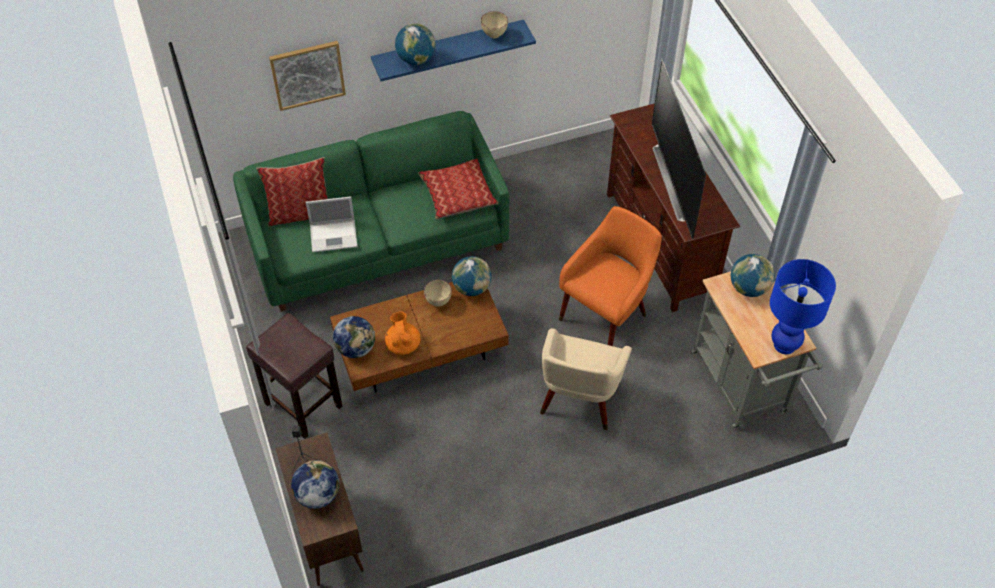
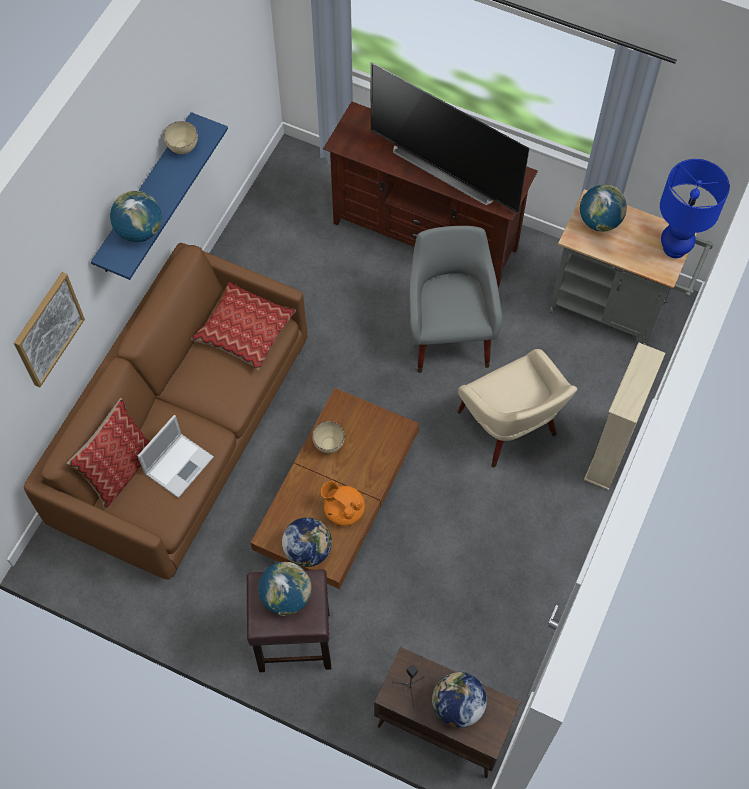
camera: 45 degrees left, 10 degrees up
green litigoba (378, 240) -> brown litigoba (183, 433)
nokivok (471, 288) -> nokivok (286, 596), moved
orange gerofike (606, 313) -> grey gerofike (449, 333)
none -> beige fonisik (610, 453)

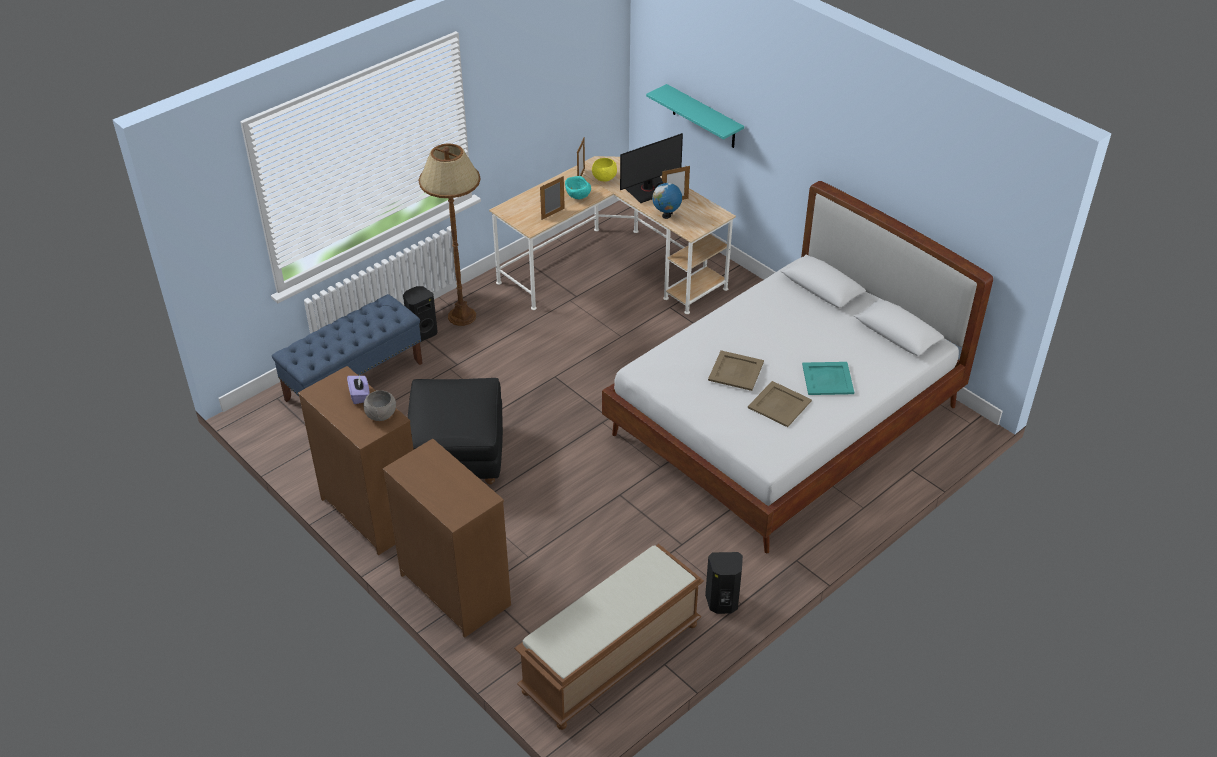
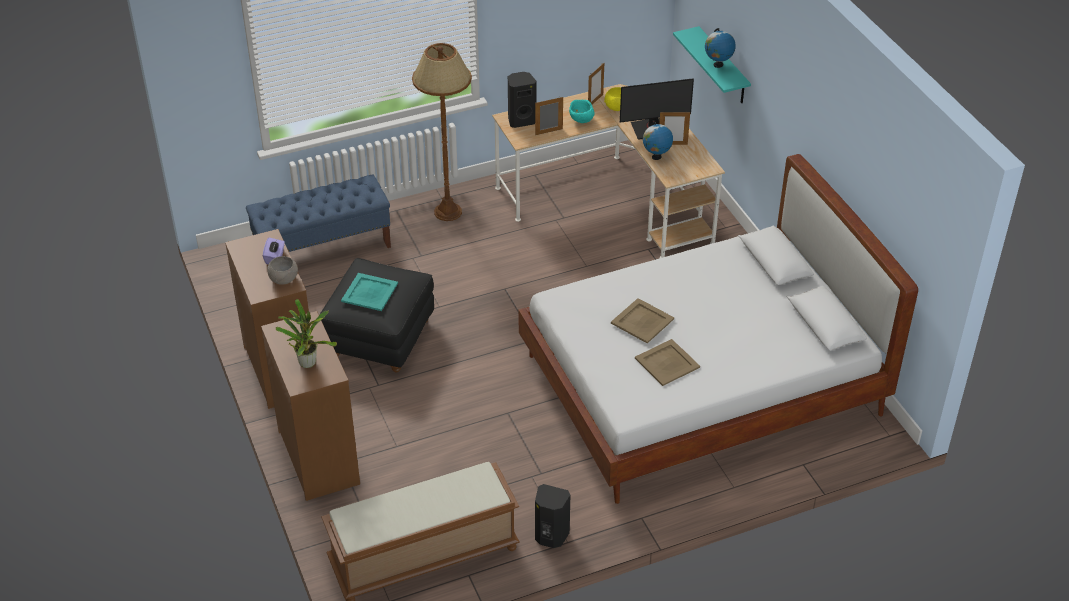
camera: 20 degrees right, 0 degrees up
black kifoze (421, 333) -> black kifoze (521, 120), moved
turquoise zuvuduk (828, 378) -> turquoise zuvuduk (370, 292), moved
none -> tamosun (307, 361)
none -> nokivok (718, 65)

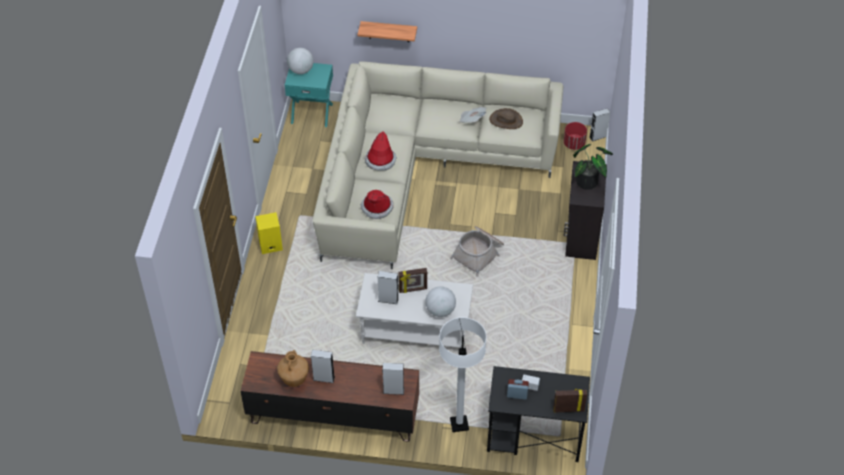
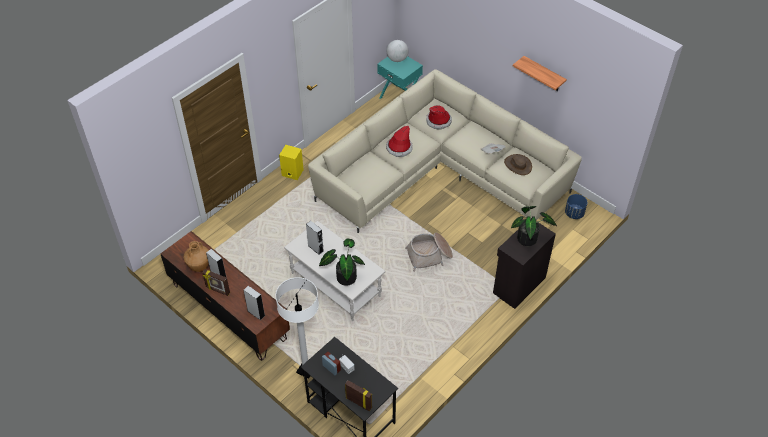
camera: 35 degrees right, 0 degrees up
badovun (389, 31) -> badovun (543, 74), moved
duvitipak (377, 207) -> duvitipak (438, 121), moved
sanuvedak (413, 289) -> sanuvedak (217, 290), moved
nokivok (440, 311) -> tamosun (344, 276)
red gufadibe (574, 144) -> blue gufadibe (574, 213)
grey kifoze (598, 137) -> none

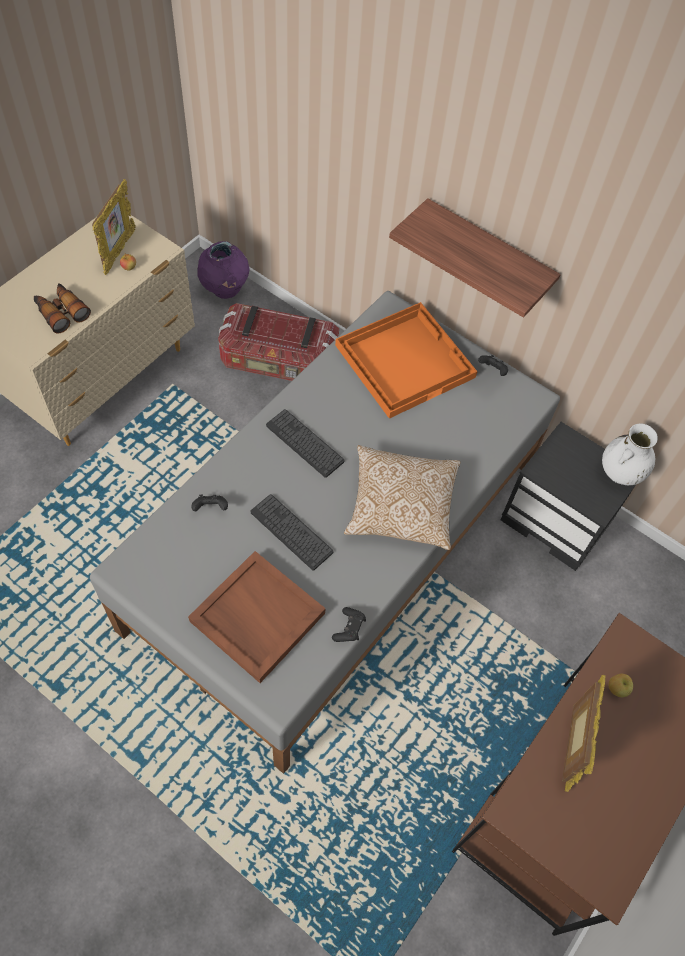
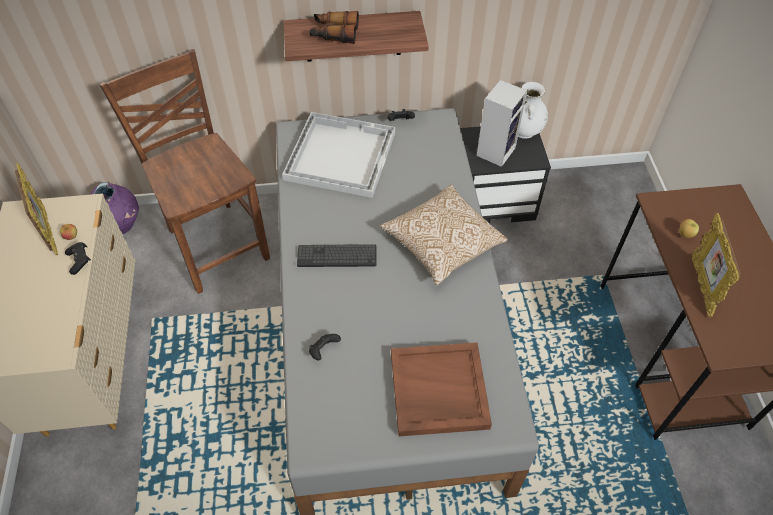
camera: 40 degrees left, 5 degrees down
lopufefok (61, 312) -> lopufefok (334, 33), moved
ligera (279, 362) -> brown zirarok (216, 243)
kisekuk (291, 532) -> none
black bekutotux (349, 628) -> black bekutotux (80, 261), moved
orange zuvuduk (405, 360) -> white zuvuduk (340, 155)
sanuvedak (570, 745) -> sanuvedak (701, 286), 150 degrees counterclockwise
none -> kifoze (496, 150)

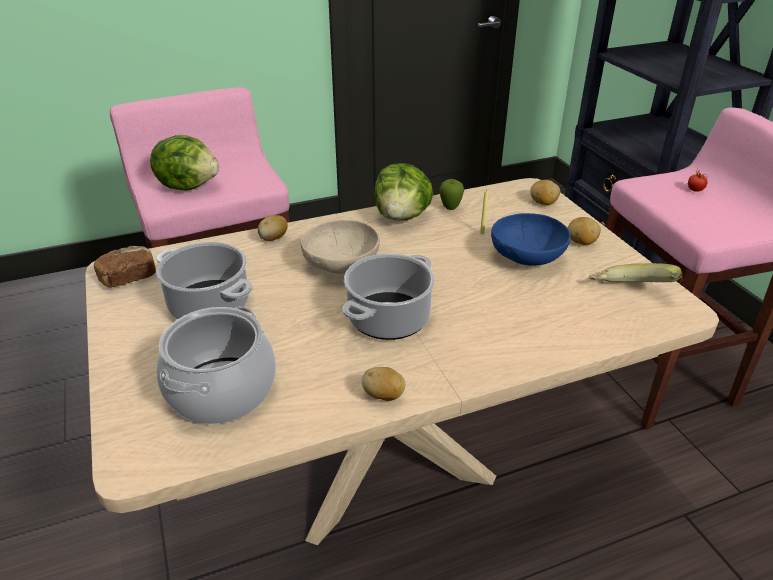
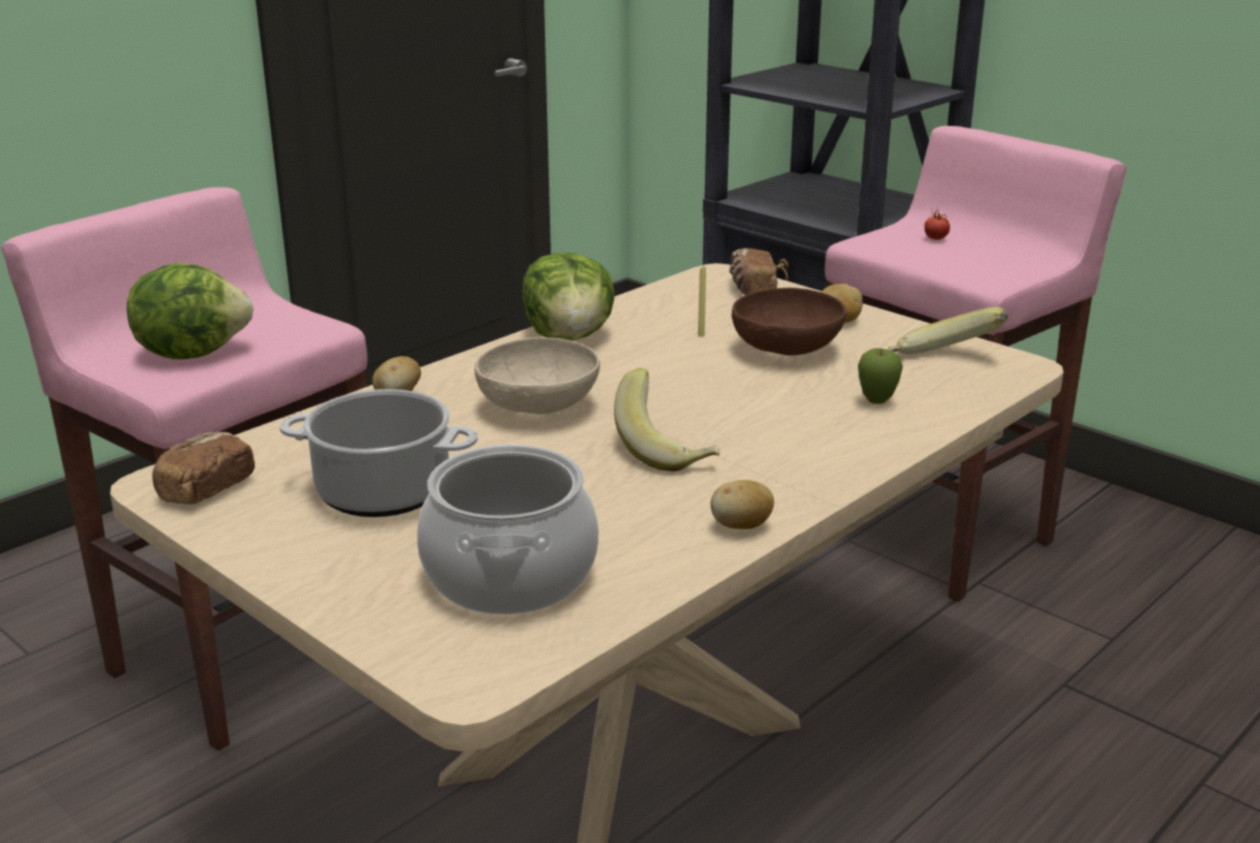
camera: 25 degrees left, 10 degrees down
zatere (388, 319) -> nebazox (667, 450)
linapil (450, 208) -> linapil (877, 402), moved
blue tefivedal (527, 259) -> brown tefivedal (787, 351)
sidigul (543, 203) -> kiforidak (751, 288)

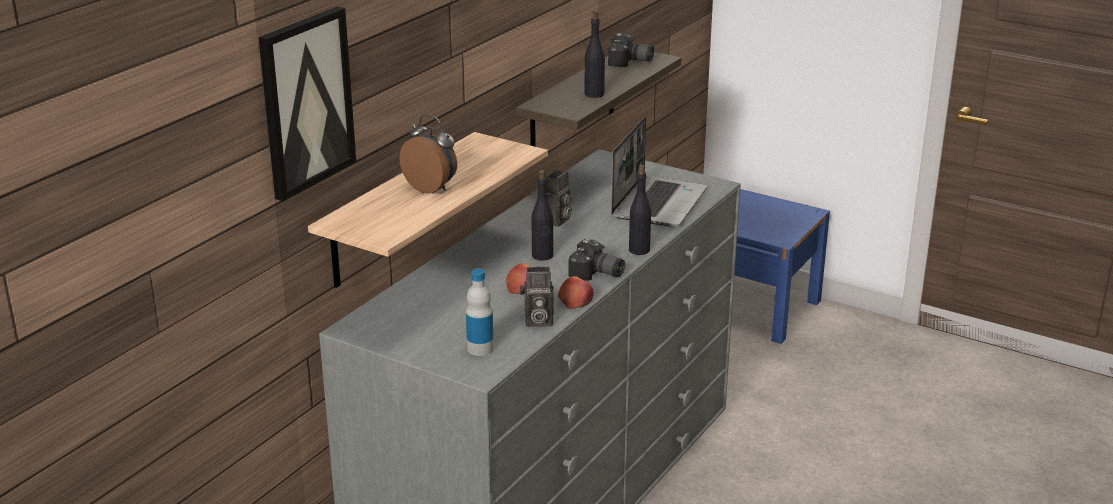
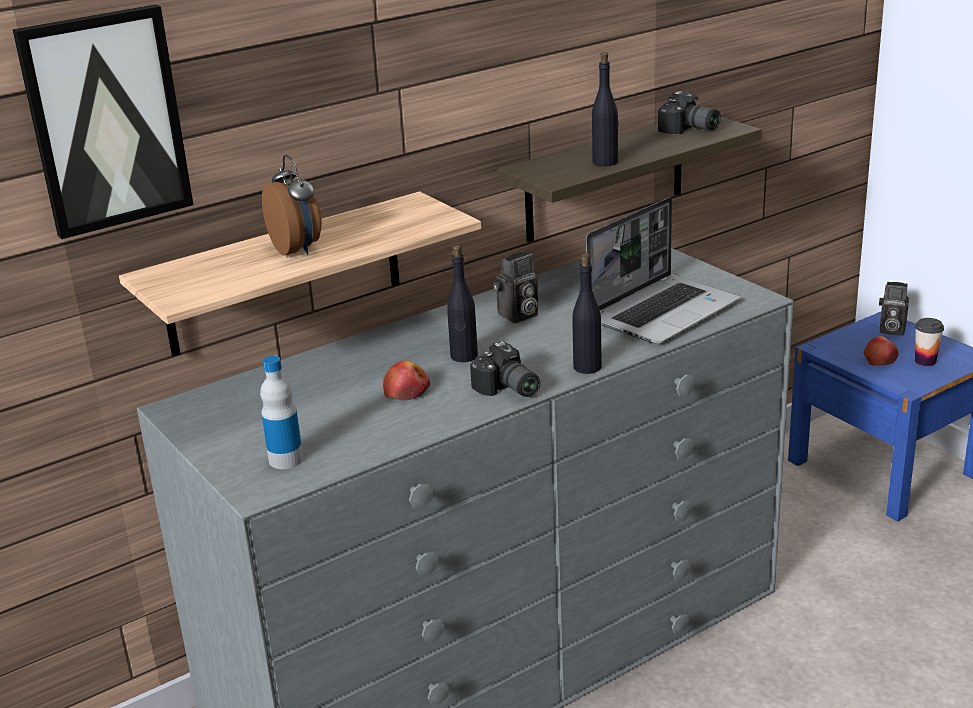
camera: 25 degrees right, 0 degrees up
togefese (537, 321) -> togefese (890, 330), moved
linapil (575, 300) -> linapil (880, 359), moved
none -> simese (925, 361)

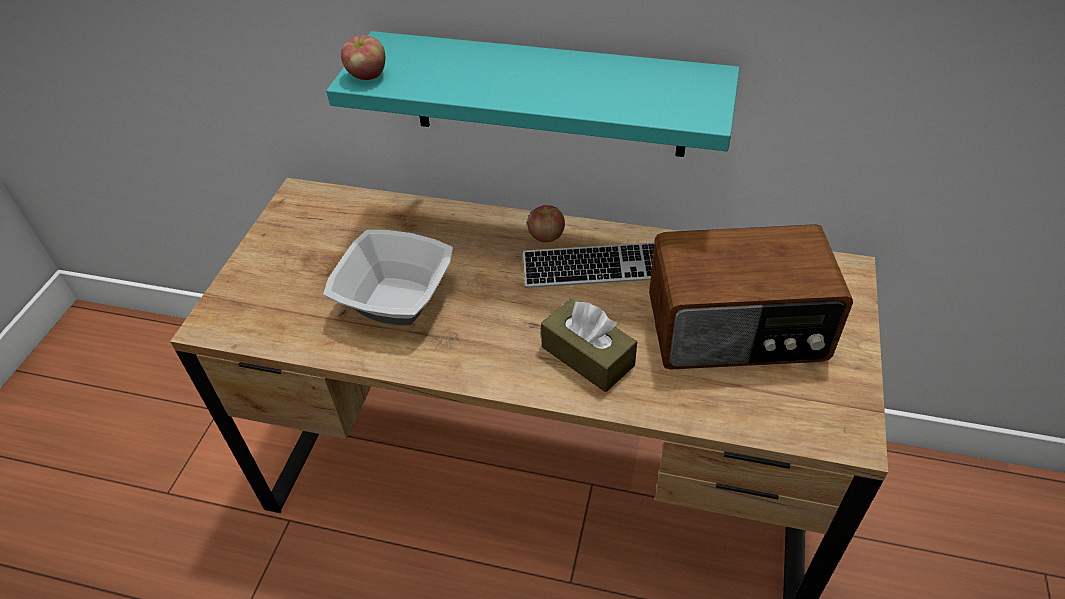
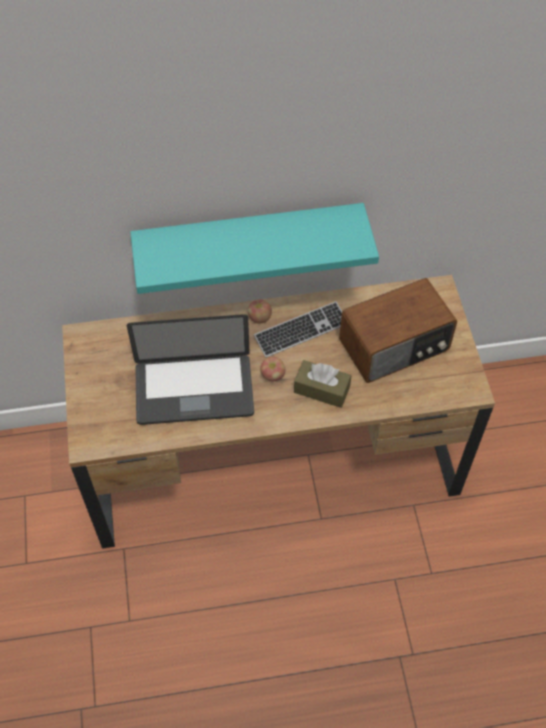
camera: 25 degrees left, 10 degrees up
tefivedal (398, 300) -> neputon (194, 390)
linapil (367, 75) -> linapil (273, 375), moved

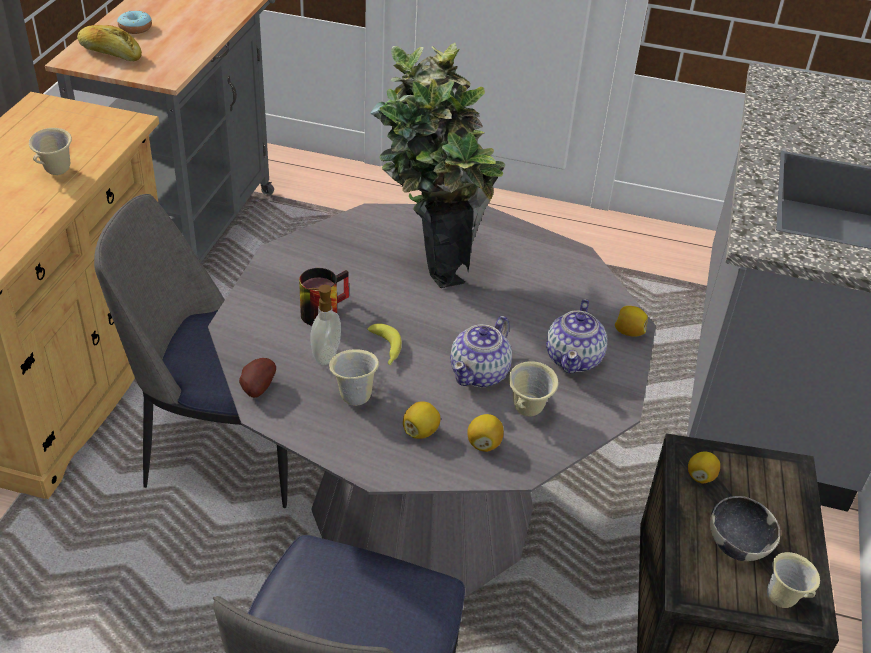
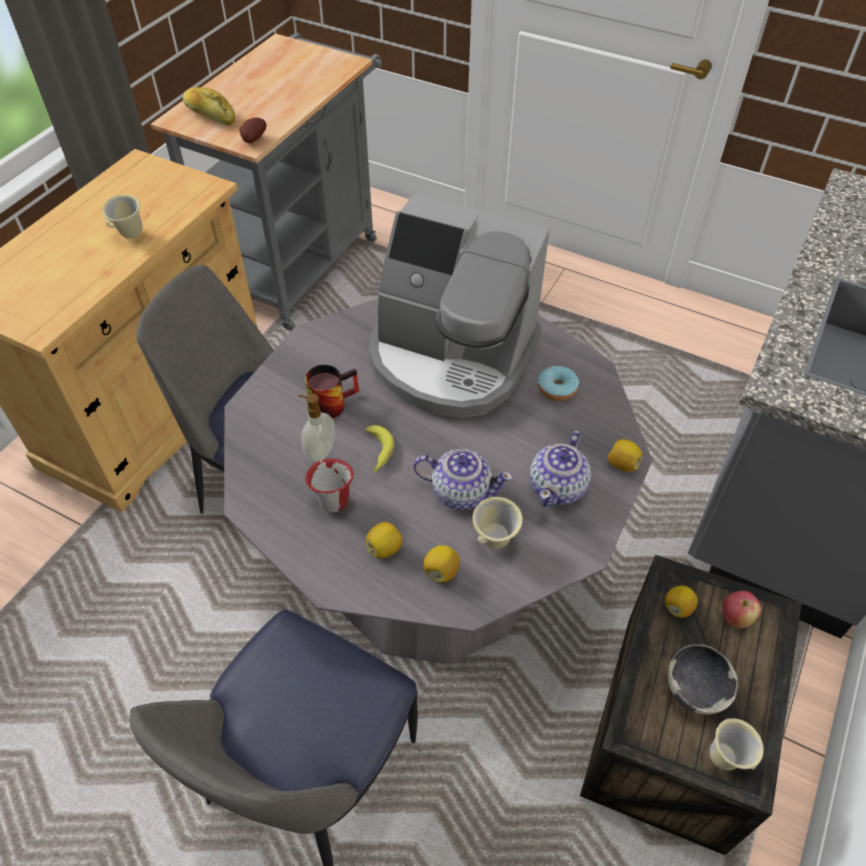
camera: 15 degrees right, 10 degrees up
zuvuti (135, 28) -> zuvuti (557, 389), moved
sidigul (256, 388) -> sidigul (253, 140), moved
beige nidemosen (353, 396) -> red nidemosen (333, 501)
tamosun (432, 259) -> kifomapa (451, 358)
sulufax (480, 373) -> sulufax (460, 491), 120 degrees counterclockwise
none -> linapil (735, 618)

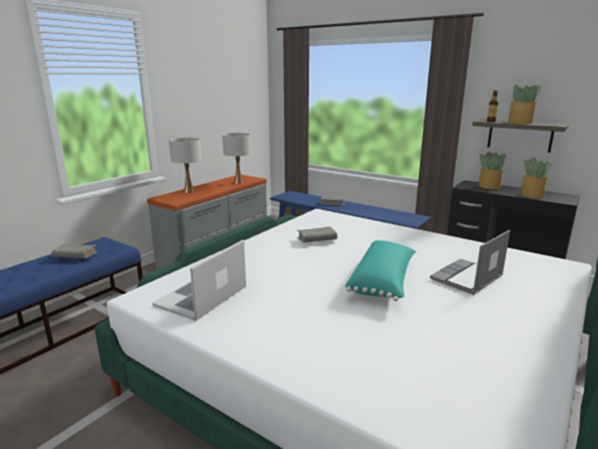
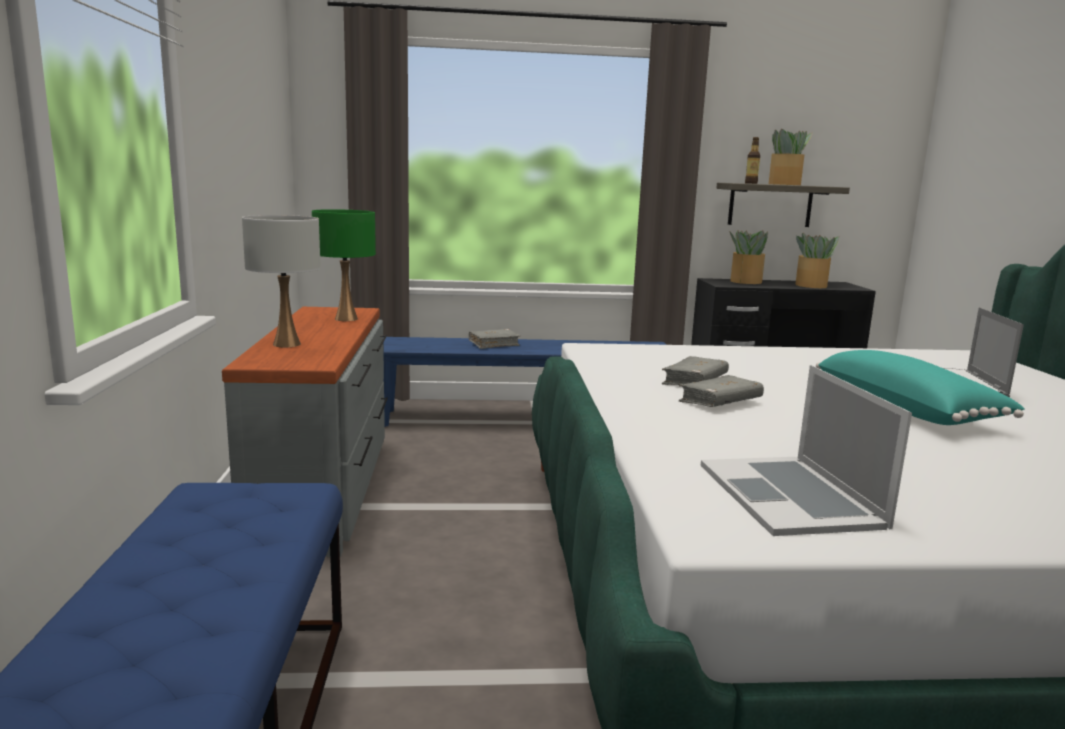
camera: 40 degrees left, 5 degrees down
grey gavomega (75, 256) -> grey gavomega (720, 402), moved
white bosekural (238, 182) -> green bosekural (346, 319)

